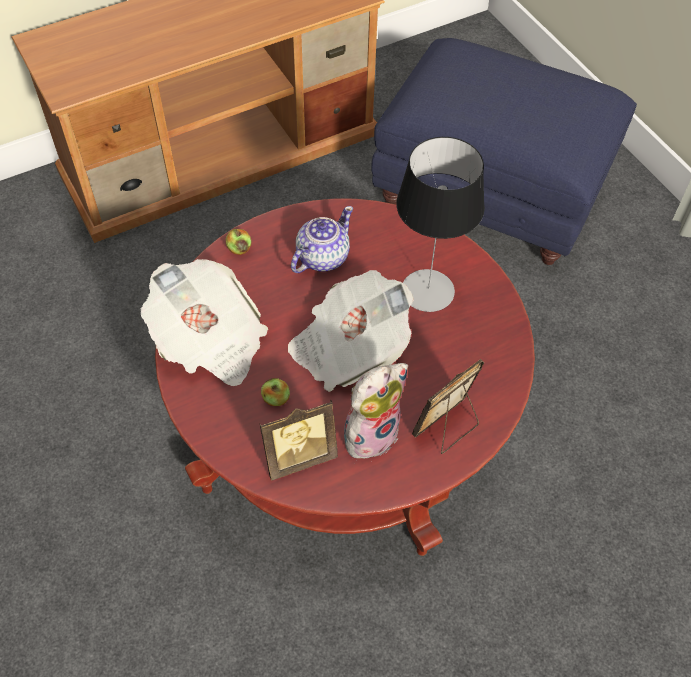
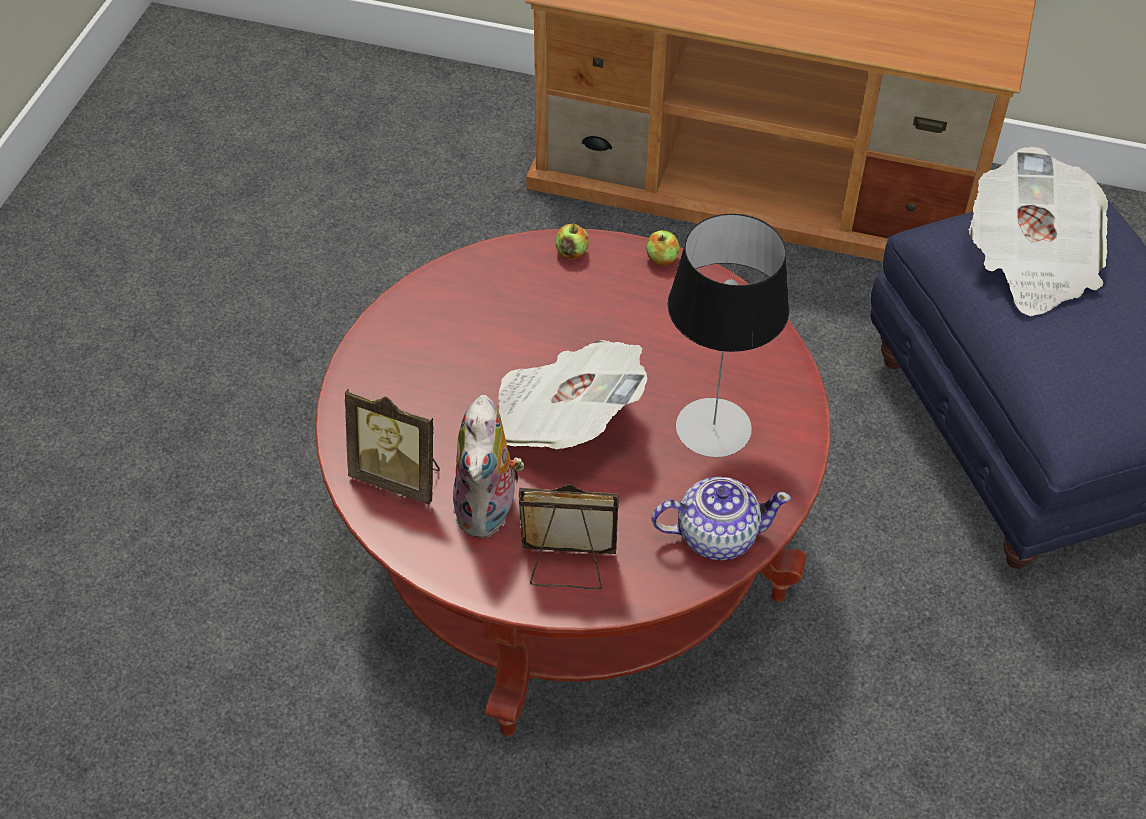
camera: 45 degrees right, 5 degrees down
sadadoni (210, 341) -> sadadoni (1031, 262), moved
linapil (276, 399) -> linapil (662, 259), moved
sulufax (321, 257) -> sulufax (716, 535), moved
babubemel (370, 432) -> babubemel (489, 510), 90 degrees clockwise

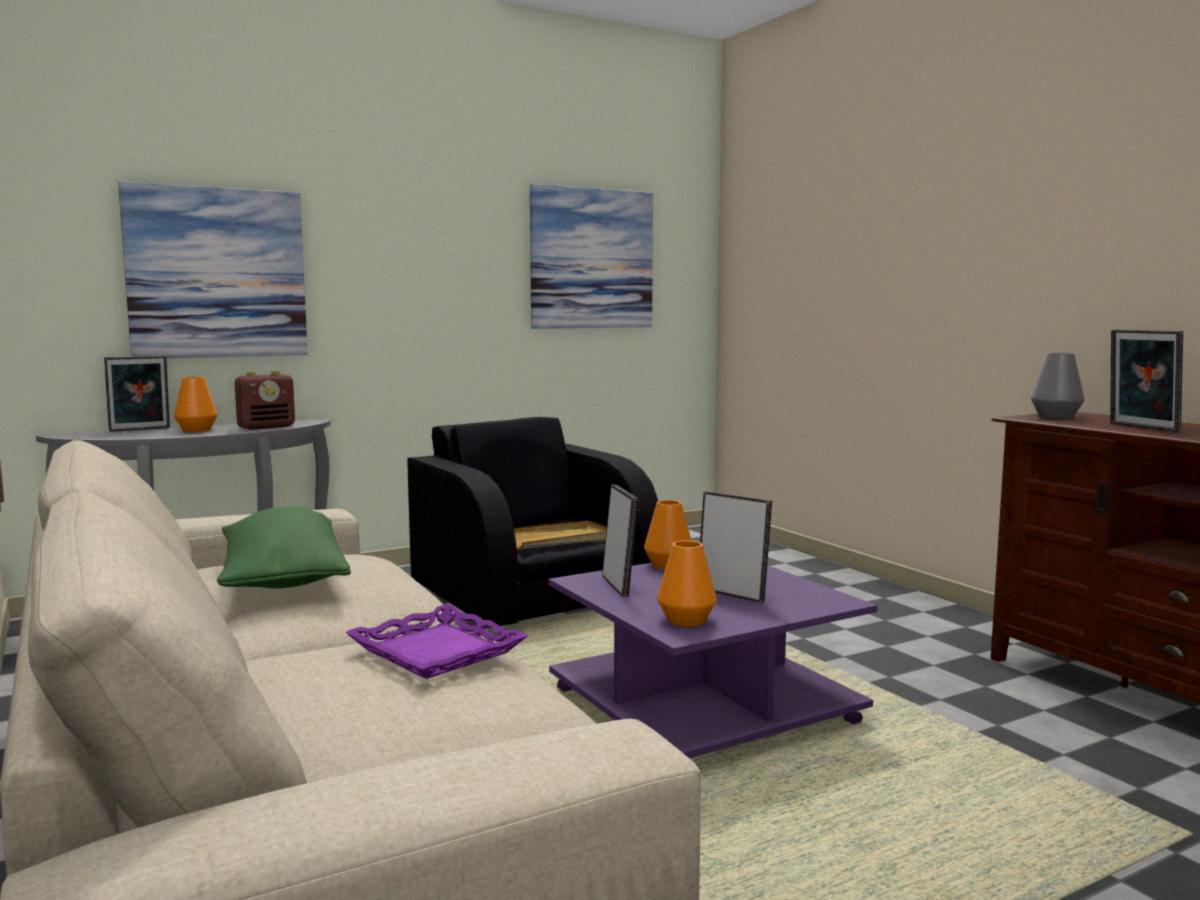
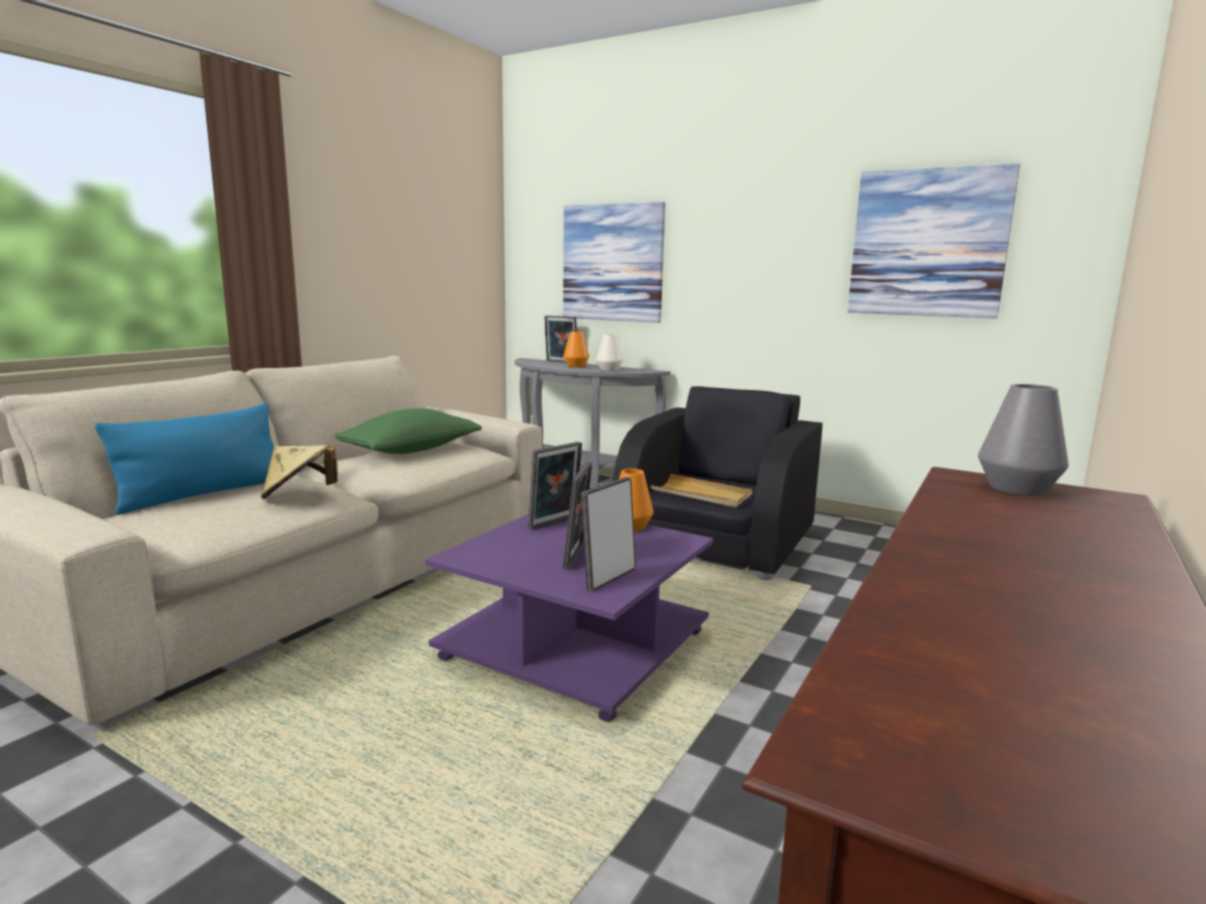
camera: 60 degrees right, 5 degrees up
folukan (267, 427) -> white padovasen (609, 370)
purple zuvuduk (438, 651) -> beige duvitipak (299, 495)
orange padovasen (686, 620) -> none
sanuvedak (1140, 427) -> sanuvedak (608, 578), moved
none -> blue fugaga (204, 494)

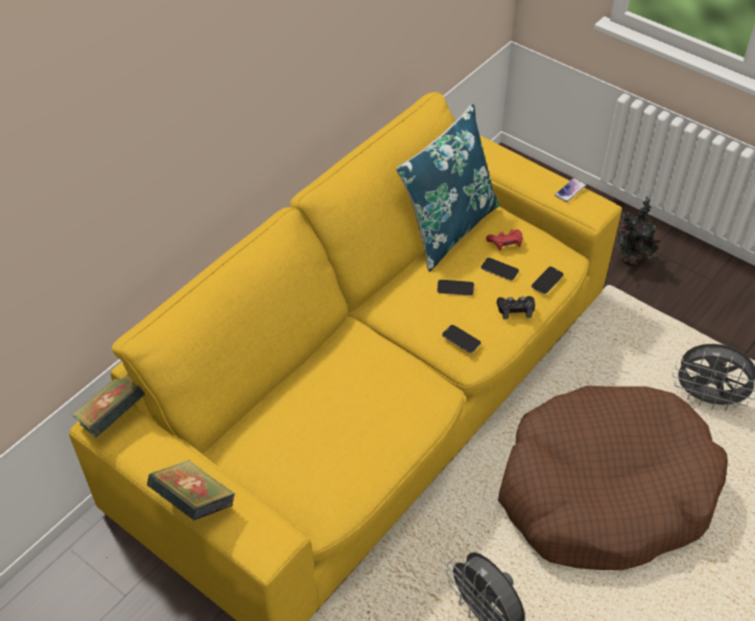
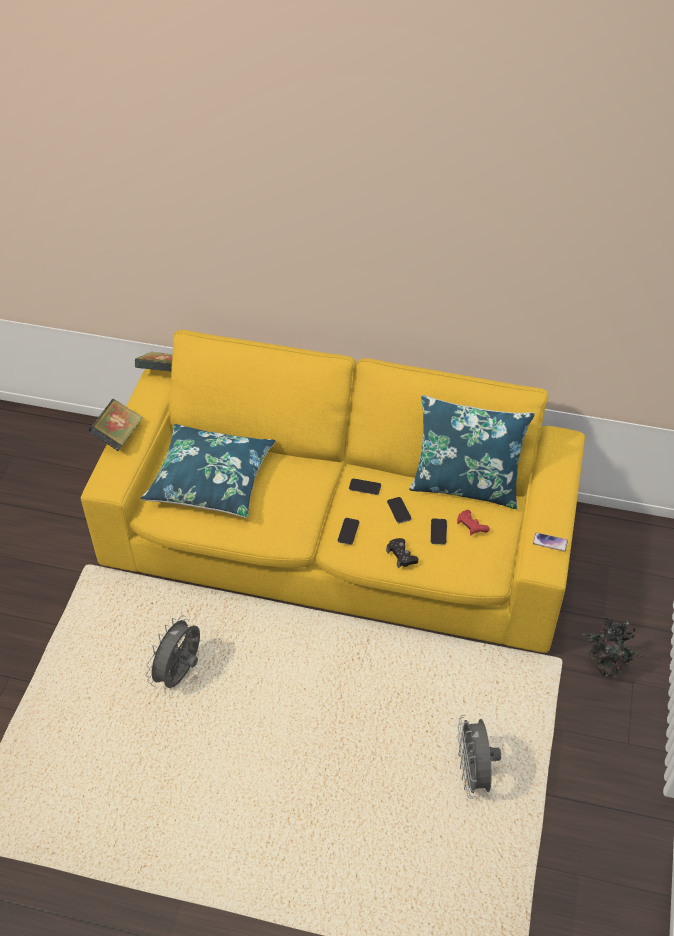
camera: 65 degrees right, 0 degrees up
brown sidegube (604, 491) -> none
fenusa (547, 281) -> fenusa (365, 487), moved
none -> blue fugaga (211, 480)

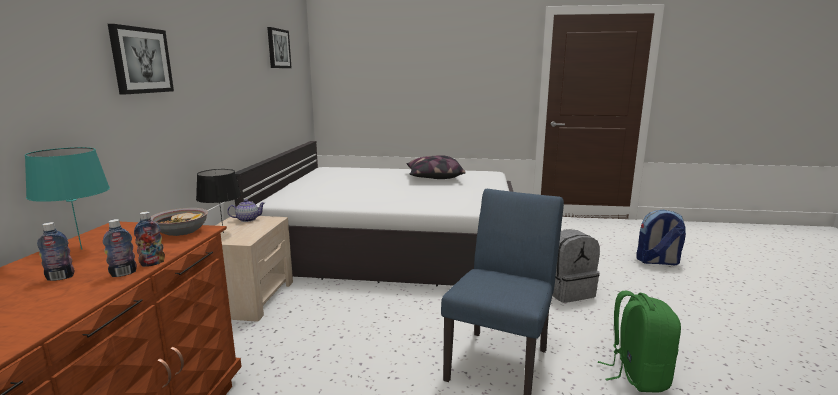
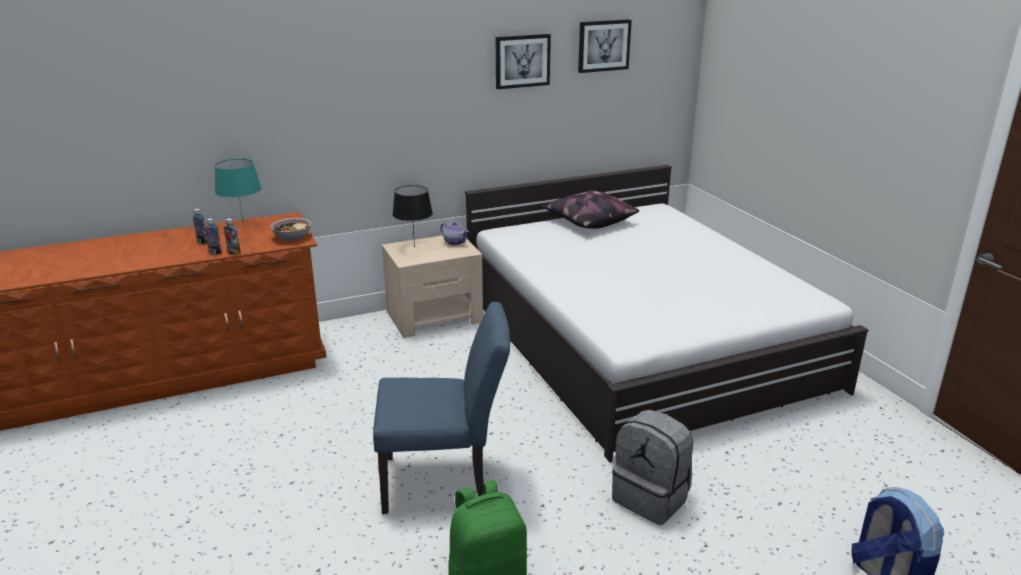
camera: 60 degrees right, 10 degrees up
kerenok (141, 60) -> kerenok (522, 61), moved
fugaga (434, 178) -> fugaga (588, 221), moved

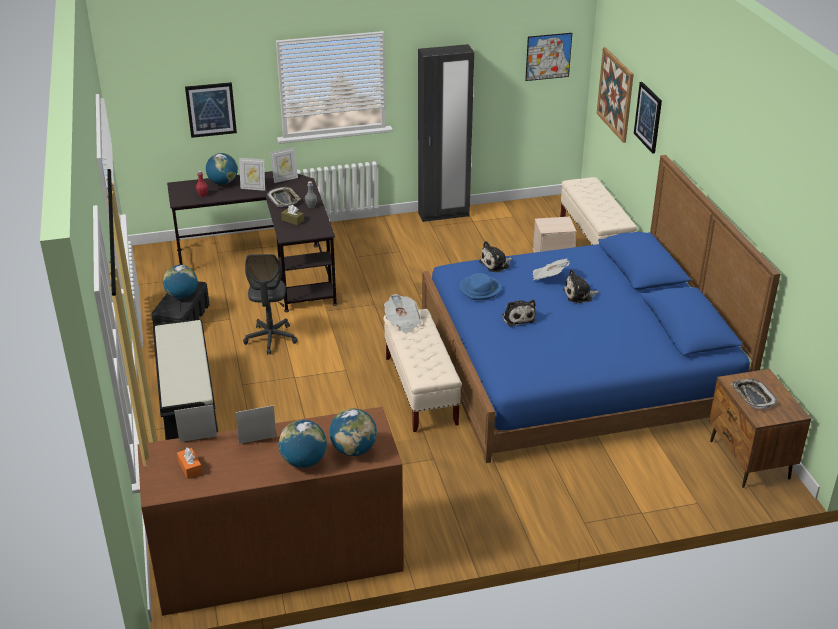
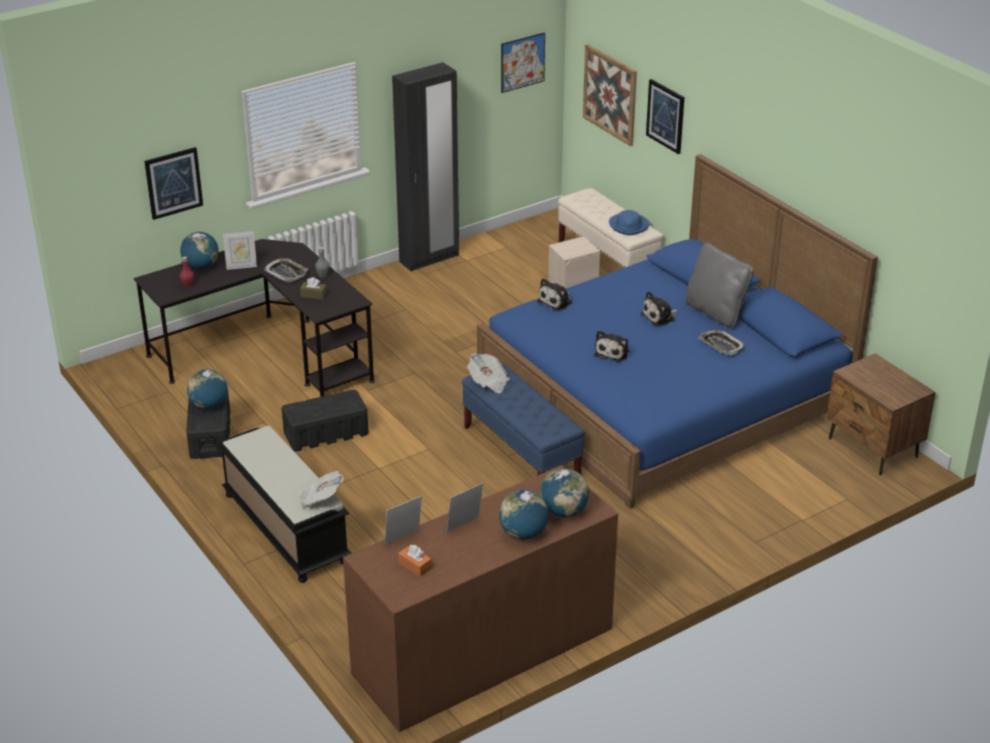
camera: 20 degrees left, 0 degrees up
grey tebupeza (271, 339) -> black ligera (325, 433)
sanuvedak (285, 179) -> none
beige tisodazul (421, 391) -> blue tisodazul (521, 453)
blue duvitipak (480, 289) -> blue duvitipak (629, 226), moved
babubemel (517, 317) -> babubemel (613, 352), 60 degrees clockwise
sadadoni (548, 277) -> sadadoni (320, 498), moved
zuvuduk (752, 396) -> zuvuduk (721, 345), moved
none -> grey fugaga (716, 313)

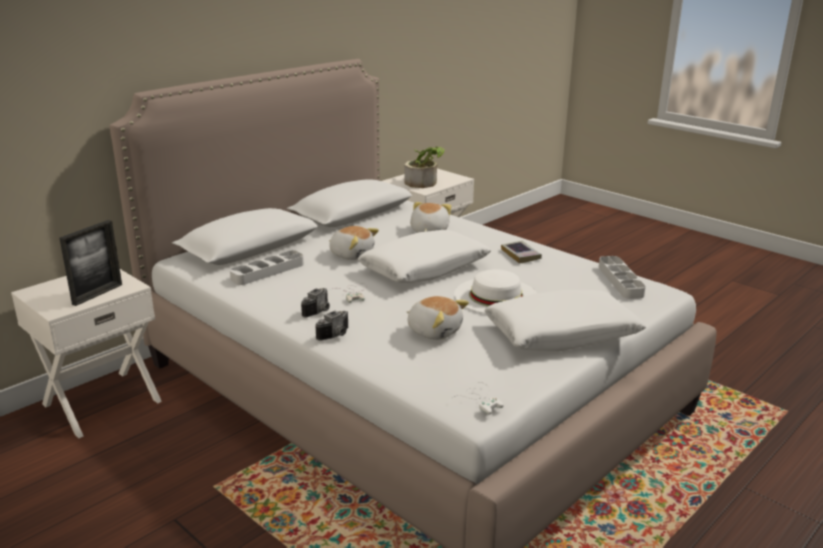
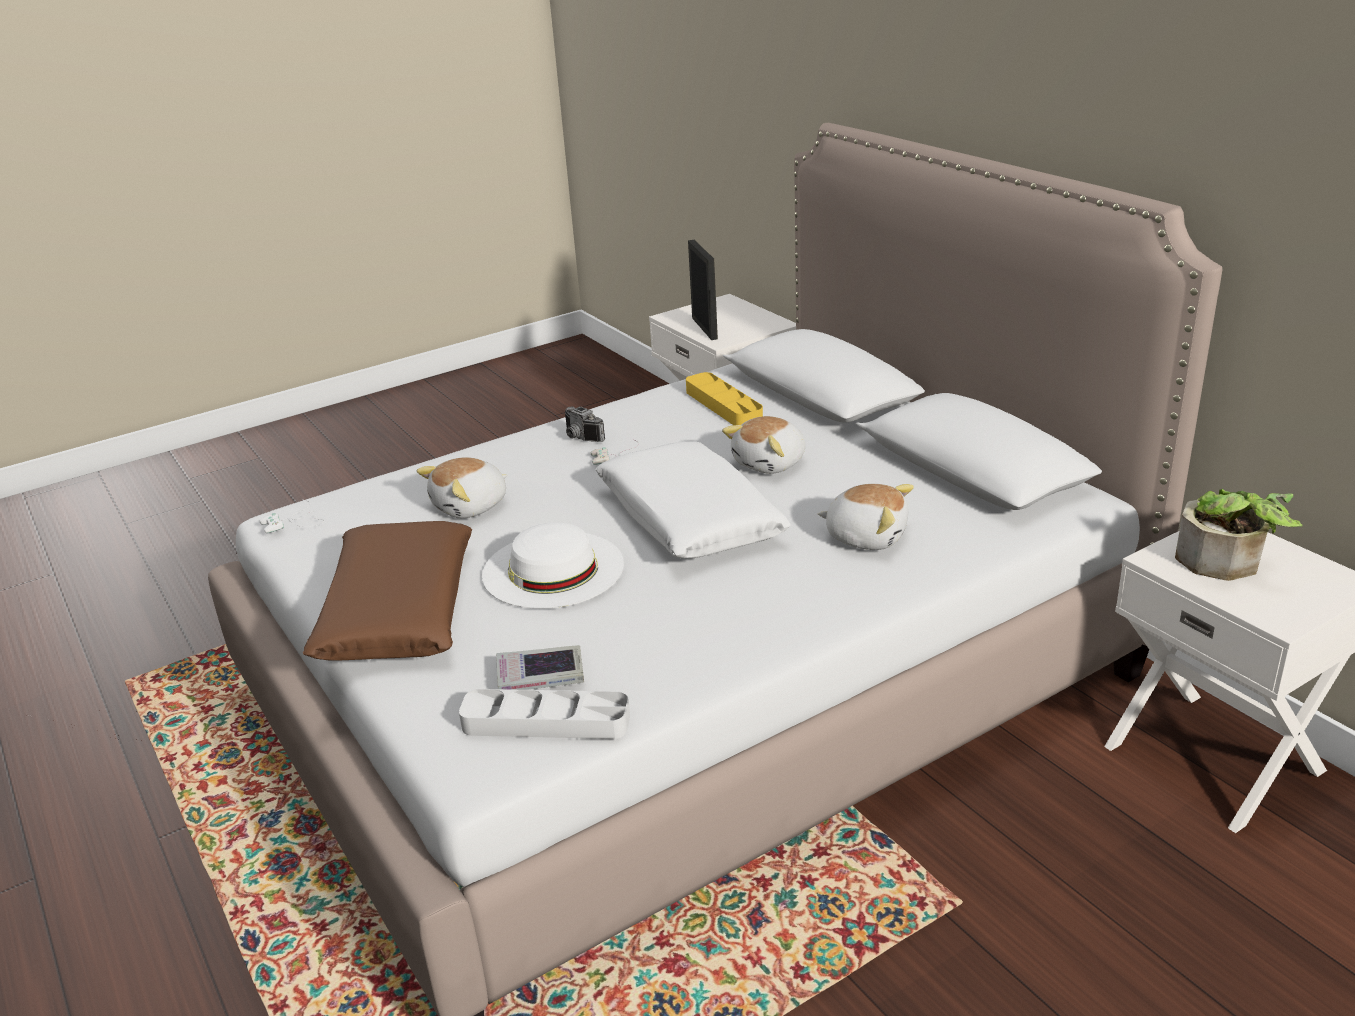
camera: 105 degrees right, 5 degrees up
sanuvedak (97, 294) -> sanuvedak (704, 328), 150 degrees counterclockwise
grey zuvuduk (268, 271) -> yellow zuvuduk (723, 405)
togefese (336, 335) -> none
white fugaga (562, 334) -> brown fugaga (397, 610)
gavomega (520, 255) -> gavomega (540, 676), moved

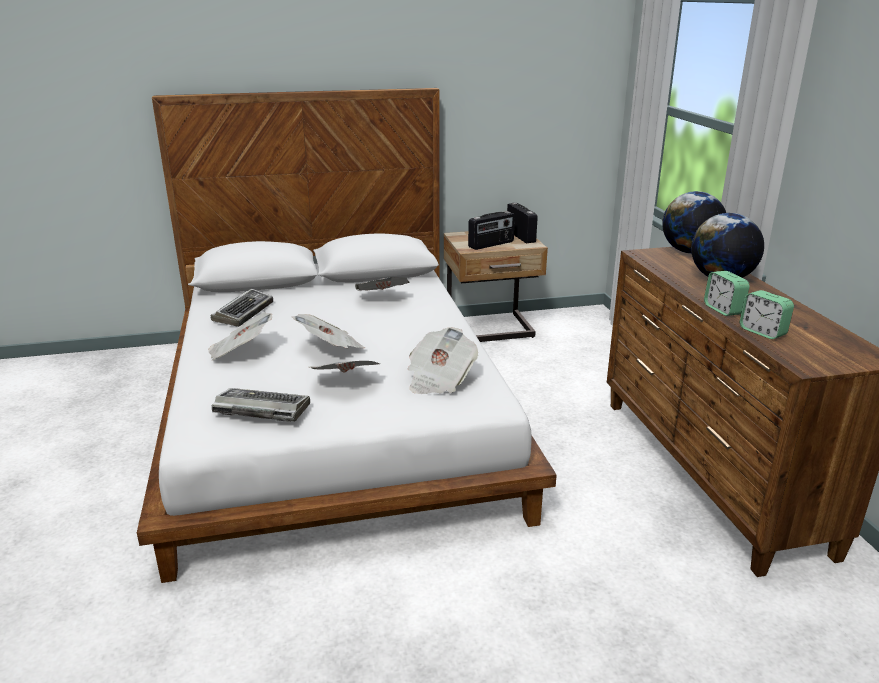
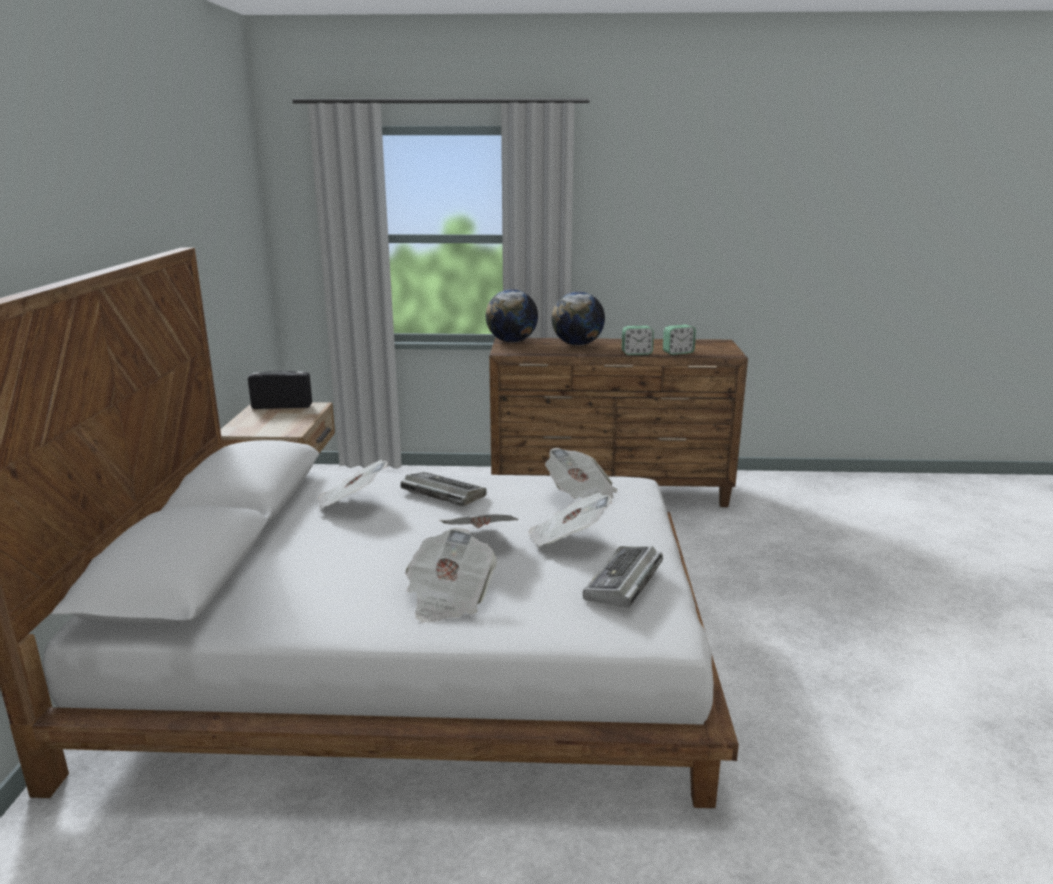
camera: 75 degrees left, 5 degrees down
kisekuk (243, 312) -> kisekuk (442, 494), moved
folukan (491, 244) -> none

